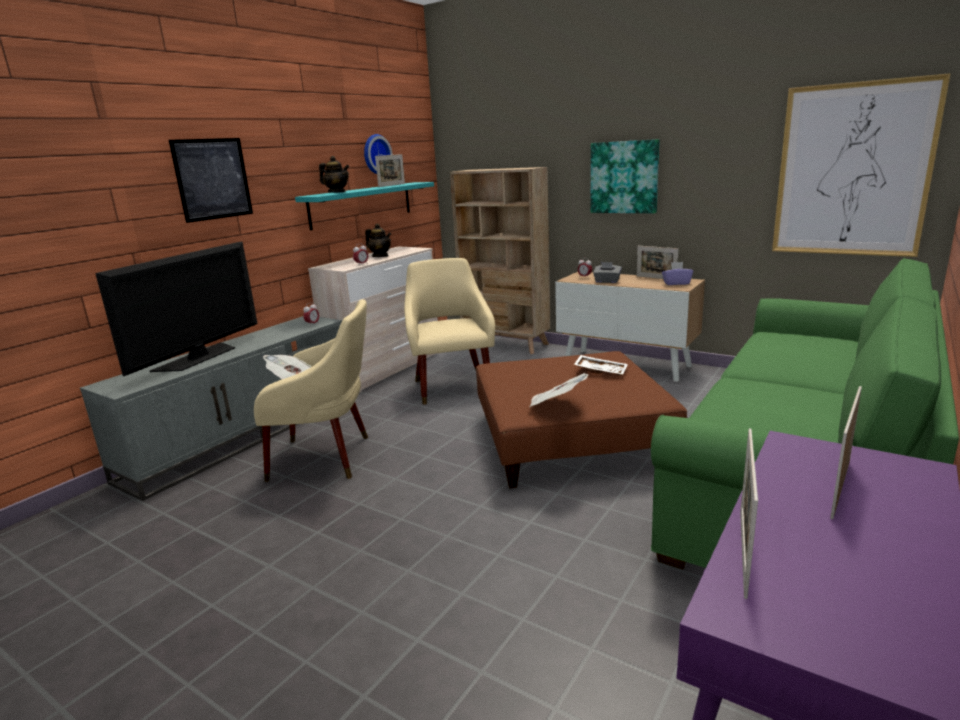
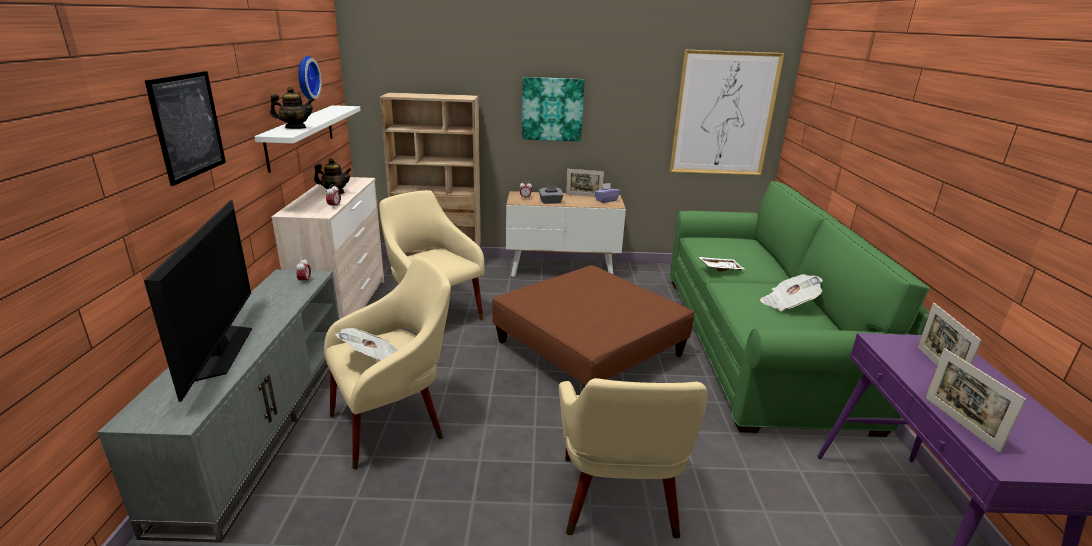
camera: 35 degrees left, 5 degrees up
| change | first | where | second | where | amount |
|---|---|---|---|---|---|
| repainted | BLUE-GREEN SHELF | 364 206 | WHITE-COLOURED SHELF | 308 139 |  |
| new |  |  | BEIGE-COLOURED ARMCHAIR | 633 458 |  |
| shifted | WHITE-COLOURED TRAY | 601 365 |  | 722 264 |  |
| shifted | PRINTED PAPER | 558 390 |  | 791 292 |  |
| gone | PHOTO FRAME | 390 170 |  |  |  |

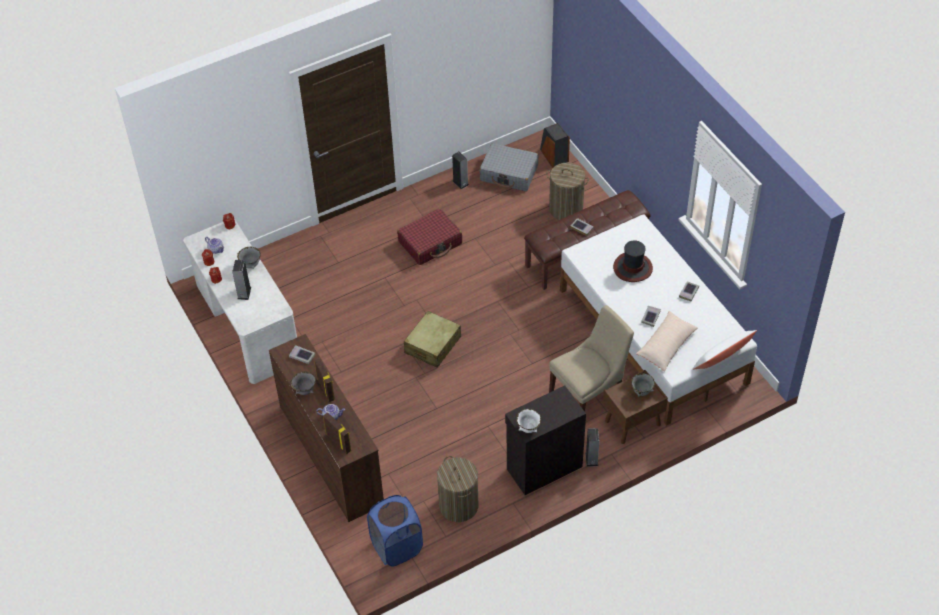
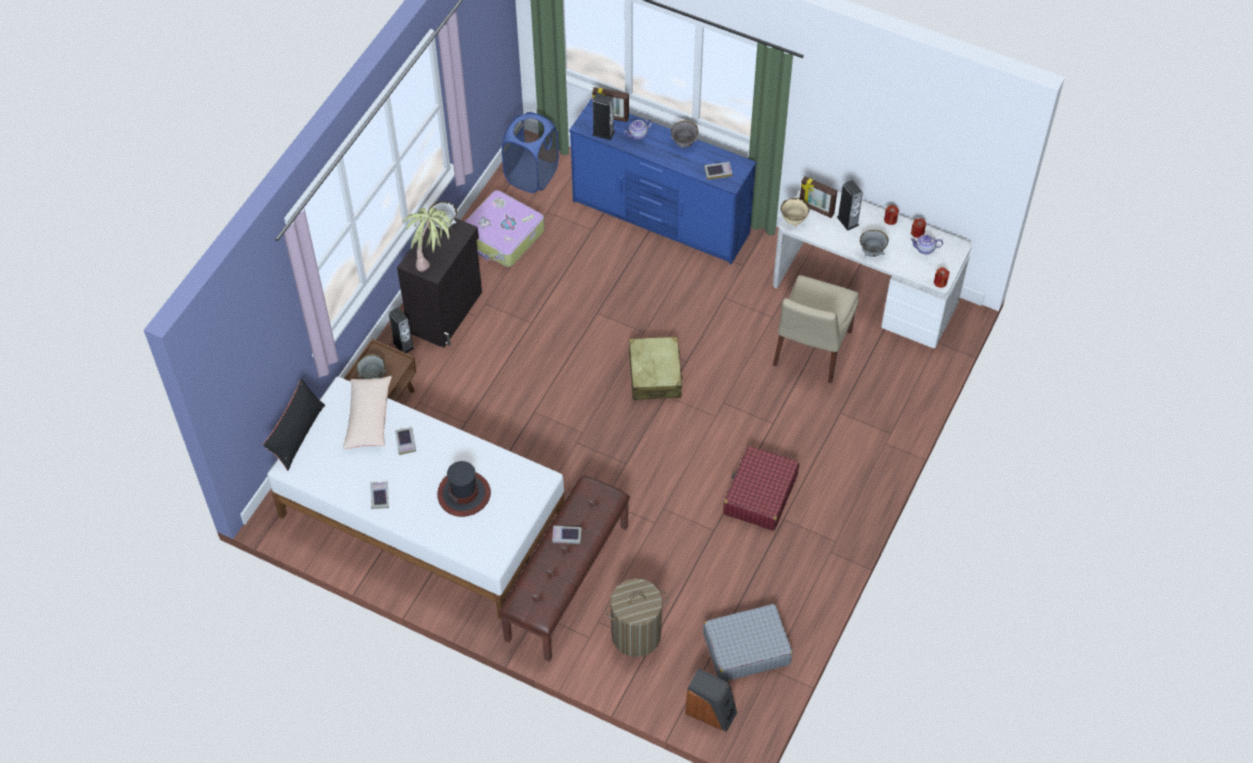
camera: 145 degrees right, 5 degrees up
| change | first | where | second | where | amount |
|---|---|---|---|---|---|
| repainted | WHITE-COLOURED PILLOW | 724 350 | BLACK-COLOURED PILLOW | 294 425 |  |
| new |  |  | POTTED PLANT | 428 239 |  |
| swapped | LAUNDRY BASKET | 457 489 | TRAVEL CASE | 505 228 |  |
| repainted | BROWNISH DRESSER | 326 428 | BLUE DRESSER | 662 181 |  |
| shifted | SPEAKER | 460 170 |  | 603 116 |  |
| shifted | BEIGE-COLOURED PLAIN CHAIR | 591 358 |  | 815 329 |  |
| new |  |  | BEIGE-COLOURED BOWL | 794 212 |  |
| shifted | PHOTO FRAME | 324 380 |  | 818 197 |  |

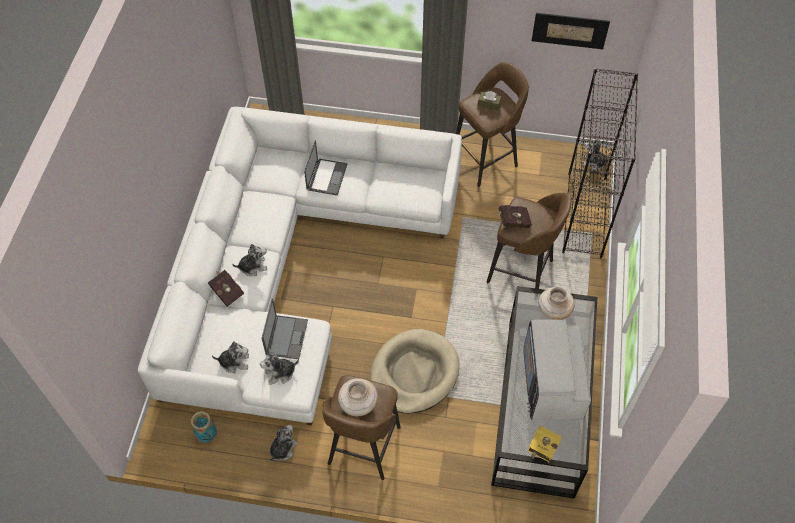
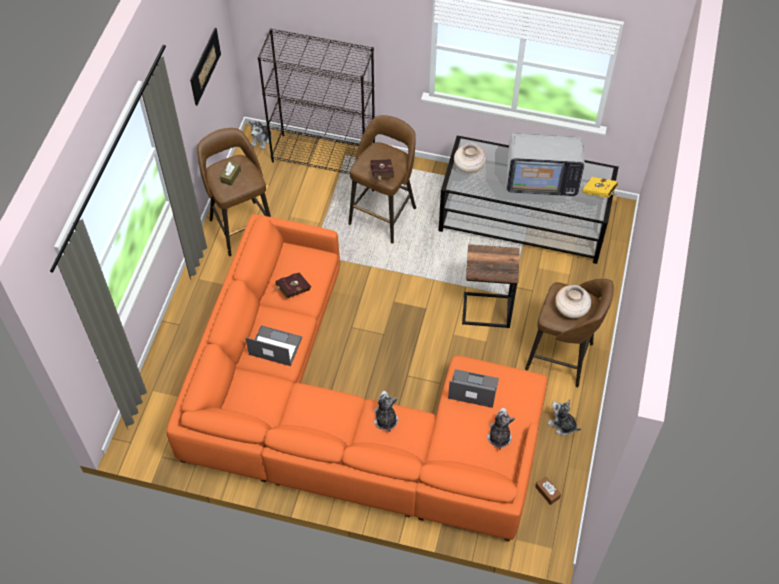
camera: 85 degrees left, 0 degrees up
| change | first | where | second | where | amount |
|---|---|---|---|---|---|
| repainted | WHITE-COLOURED COUCH | 300 266 | ORANGE COUCH | 357 377 |  |
| shifted | RED-COLOURED BOUND BOOK | 226 288 |  | 293 285 |  |
| swapped | BEIGE-COLOURED DOG BED | 414 371 | END TABLE | 491 286 |  |
| swapped | DECORATIVE VASE | 204 427 | BROWNISH TISSUE HOLDER | 548 491 |  |
| gone | CUDDLY TOY | 279 367 |  |  |  |

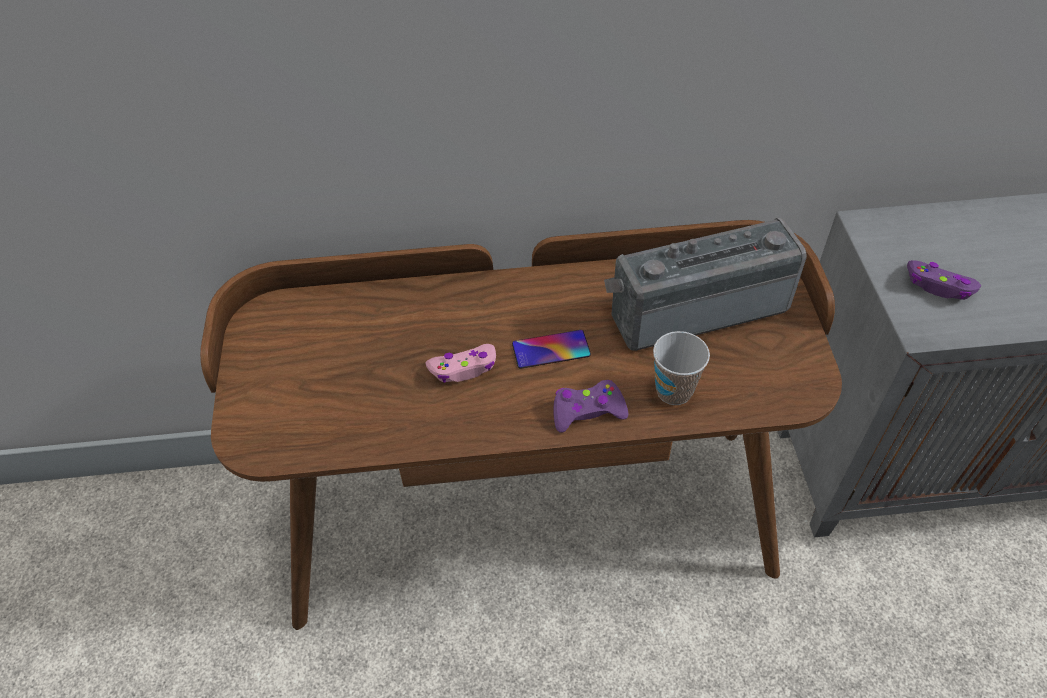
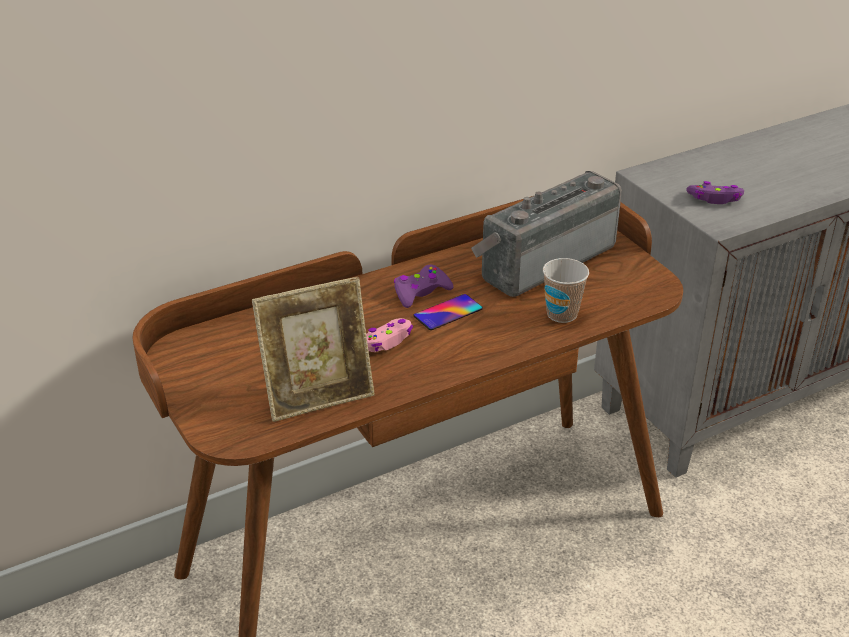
camera: 25 degrees left, 15 degrees down
| change | first | where | second | where | amount |
|---|---|---|---|---|---|
| new |  |  | PHOTO FRAME | 313 349 |  |
| shifted | PURPLE-COLOURED JOYPAD | 590 406 |  | 424 286 |  |

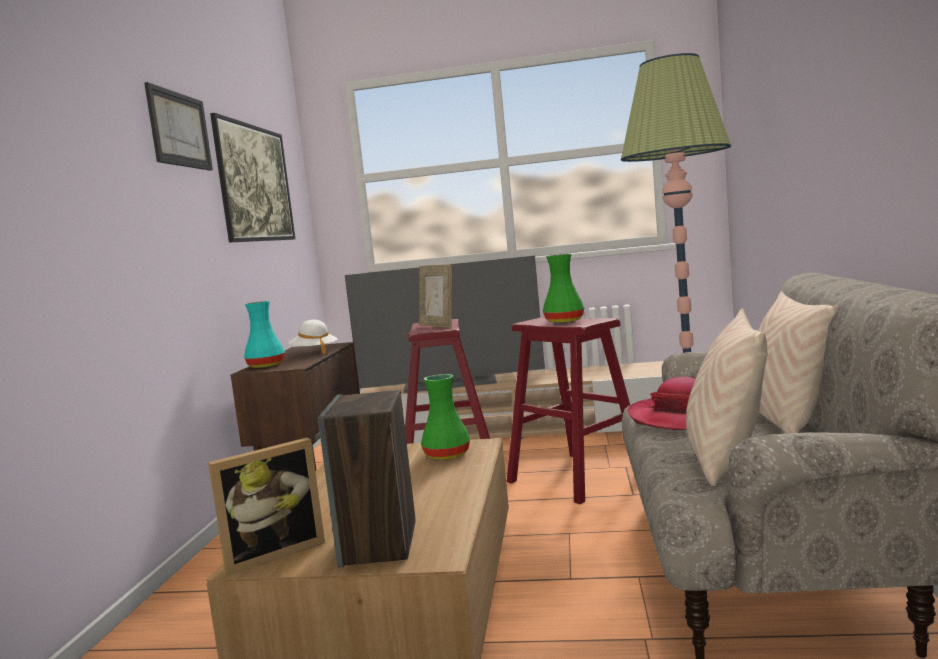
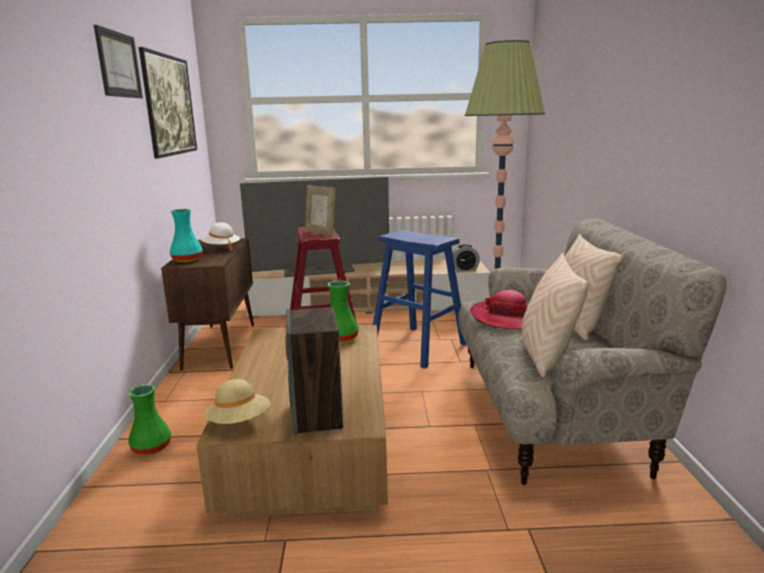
camera: 10 degrees left, 10 degrees up
| change | first | where | second | where | amount |
|---|---|---|---|---|---|
| shifted | GREEN-COLOURED DECORATIVE VASE | 563 288 |  | 149 419 |  |
| swapped | PHOTO FRAME | 266 506 | BEIGE-COLOURED WEARABLE HAT | 237 401 |  |
| repainted | RED-COLOURED STOOL | 568 410 | BLUE STOOL | 419 299 |  |
| new |  |  | BEDSIDE CLOCK | 466 257 |  |

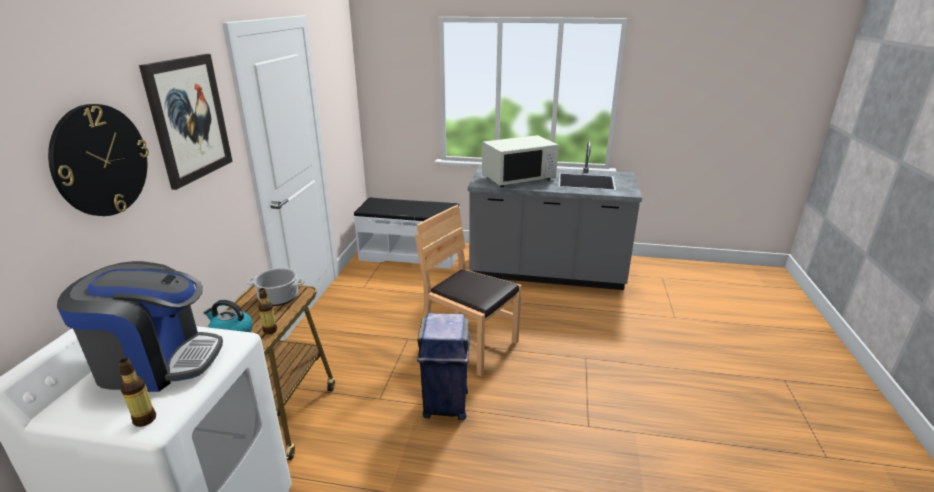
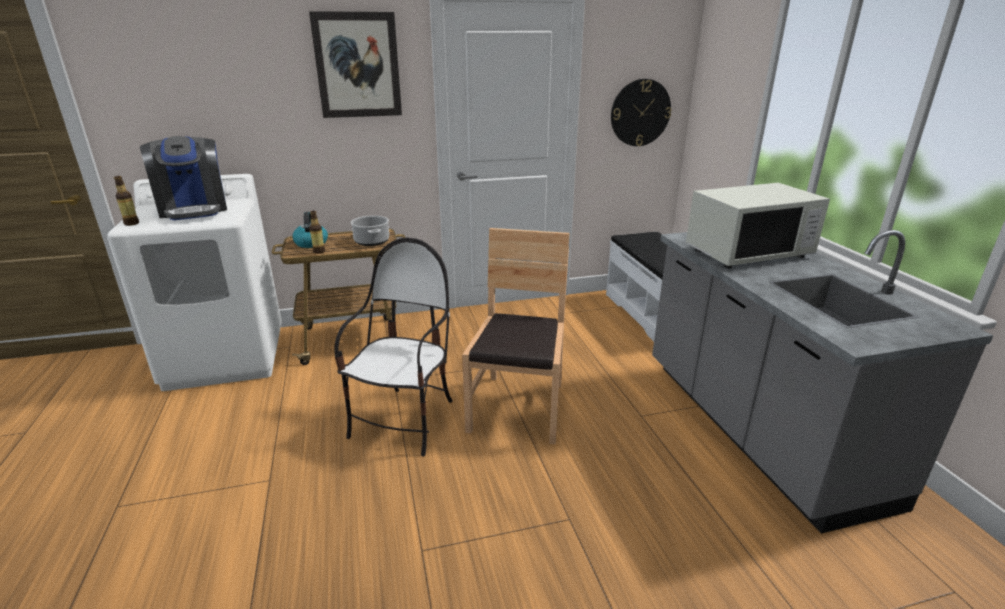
camera: 65 degrees right, 0 degrees up
| change | first | where | second | where | amount |
|---|---|---|---|---|---|
| swapped | BLUE TRASH CAN | 443 366 | PLAIN CHAIR | 393 347 |  |
| shifted | HANGING CLOCK | 98 160 |  | 641 112 |  |
| rotated | WHITE-COLOURED KITCHEN MICROWAVE | 520 161 |  | 758 225 | 60 degrees counterclockwise |

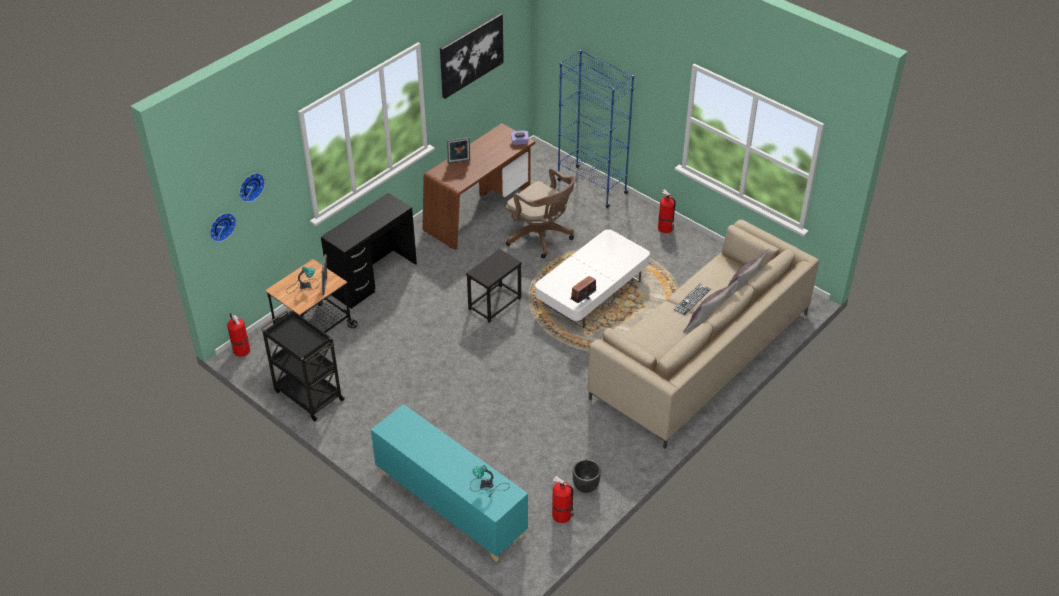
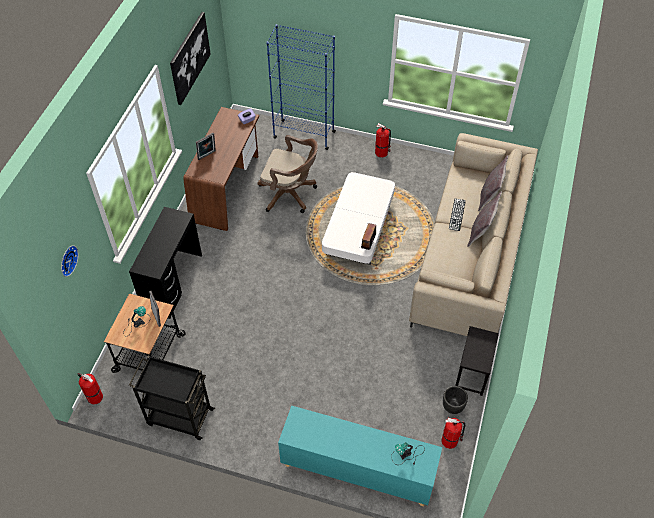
camera: 25 degrees left, 10 degrees up
| change | first | where | second | where | amount |
|---|---|---|---|---|---|
| shifted | BLACK-COLOURED END TABLE | 494 286 |  | 477 361 |  |
| gone | HANGING CLOCK | 223 227 |  |  |  |

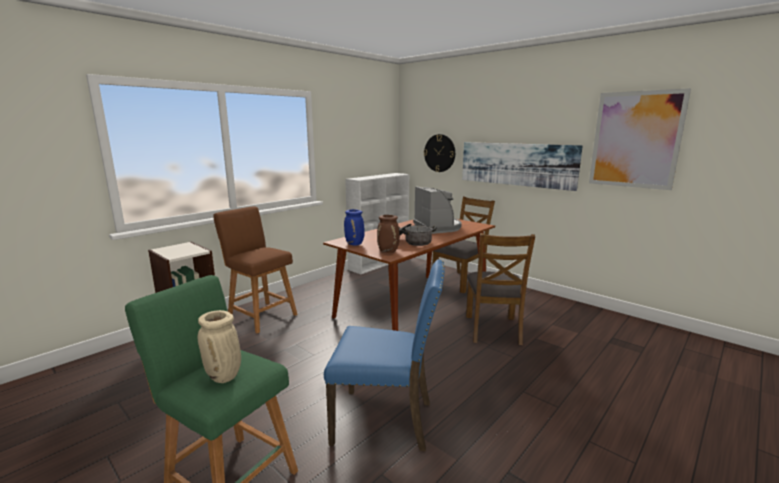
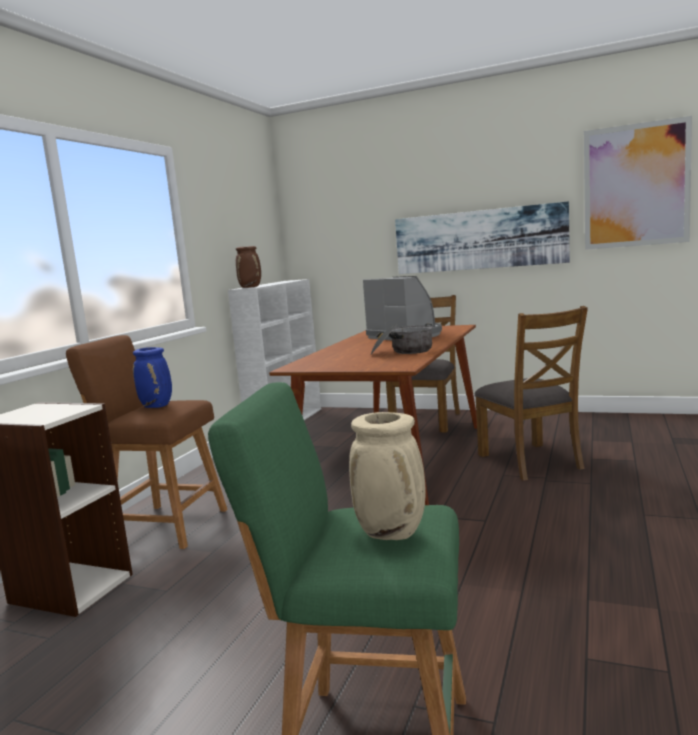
camera: 20 degrees left, 5 degrees down
| change | first | where | second | where | amount |
|---|---|---|---|---|---|
| shifted | BLUE DECORATIVE VASE | 354 227 |  | 152 377 |  |
| shifted | BROWNISH DECORATIVE VASE | 388 234 |  | 248 267 |  |
| gone | BLUE PLAIN CHAIR | 384 355 |  |  |  |
| gone | HANGING CLOCK | 439 153 |  |  |  |

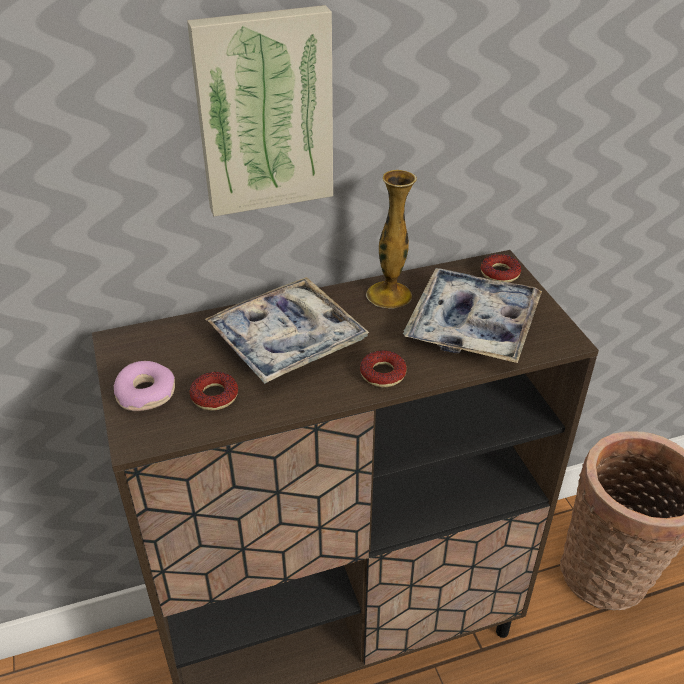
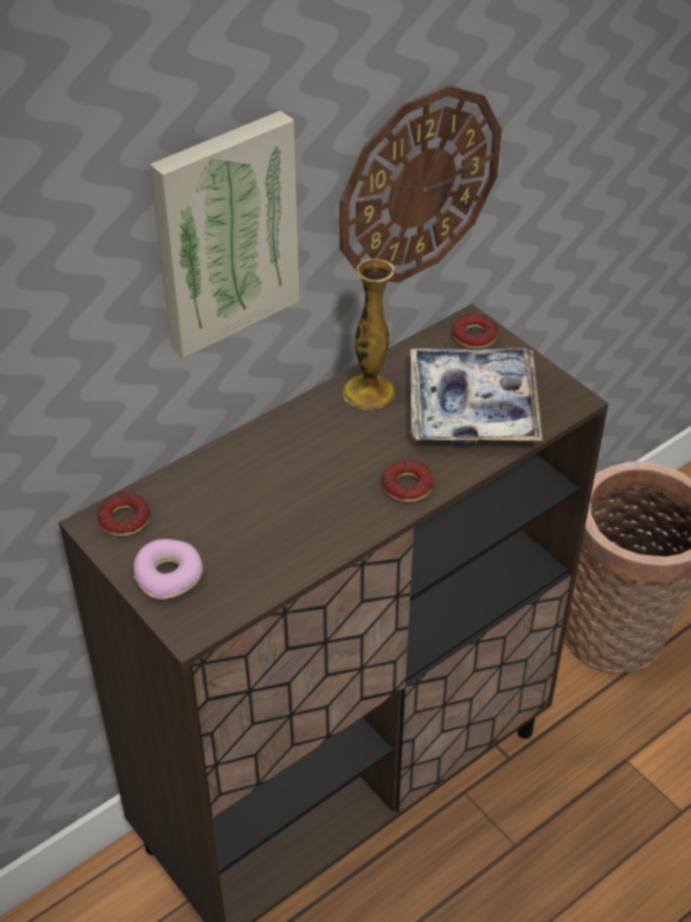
camera: 20 degrees left, 5 degrees up
| change | first | where | second | where | amount |
|---|---|---|---|---|---|
| shifted | DOUGHNUT | 214 391 |  | 123 514 |  |
| new |  |  | HANGING CLOCK | 421 184 |  |
| gone | TRAY | 287 330 |  |  |  |

